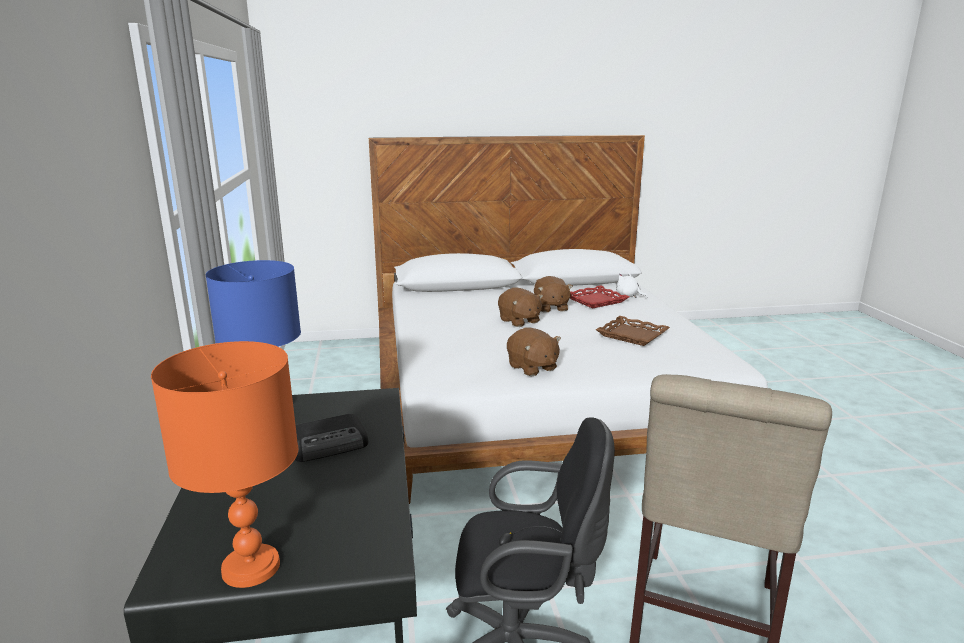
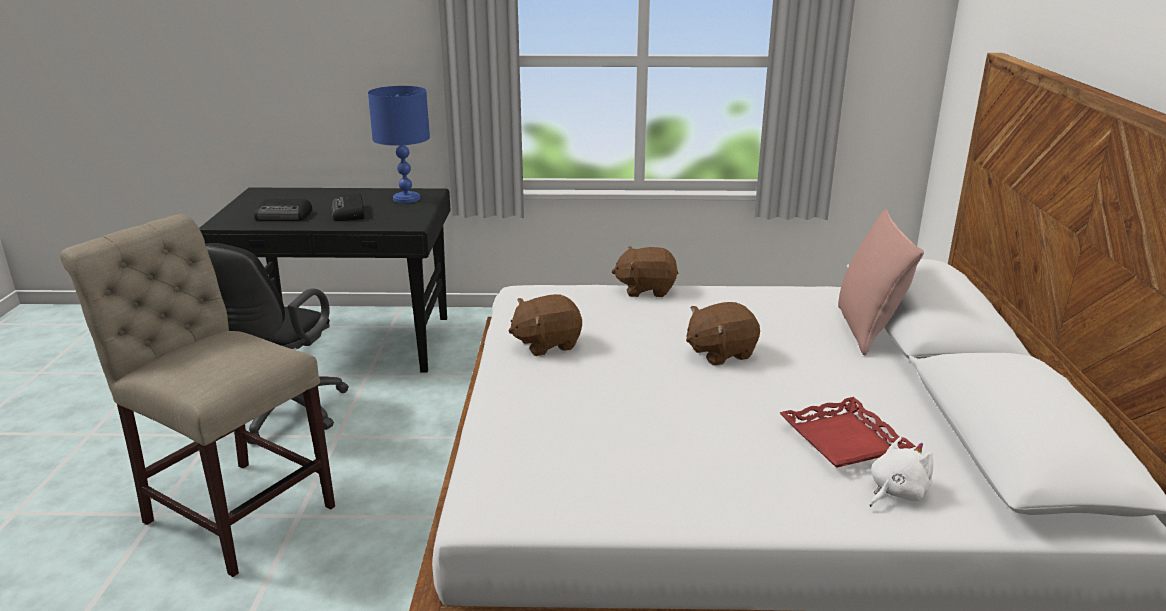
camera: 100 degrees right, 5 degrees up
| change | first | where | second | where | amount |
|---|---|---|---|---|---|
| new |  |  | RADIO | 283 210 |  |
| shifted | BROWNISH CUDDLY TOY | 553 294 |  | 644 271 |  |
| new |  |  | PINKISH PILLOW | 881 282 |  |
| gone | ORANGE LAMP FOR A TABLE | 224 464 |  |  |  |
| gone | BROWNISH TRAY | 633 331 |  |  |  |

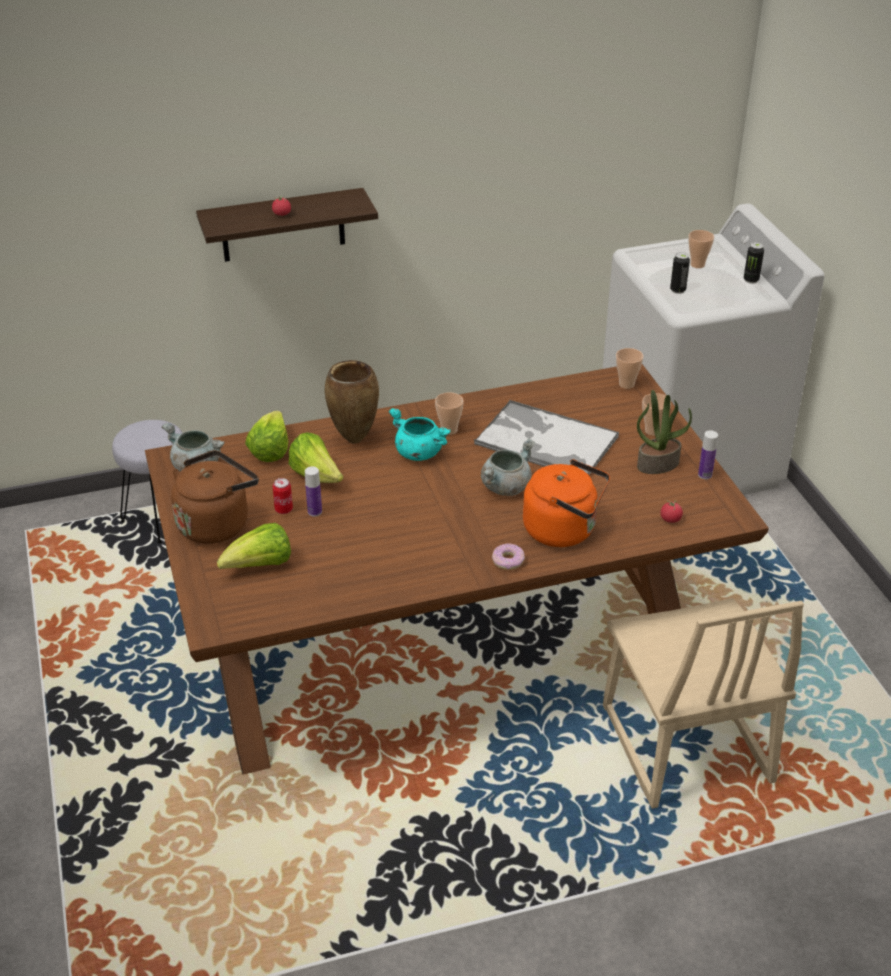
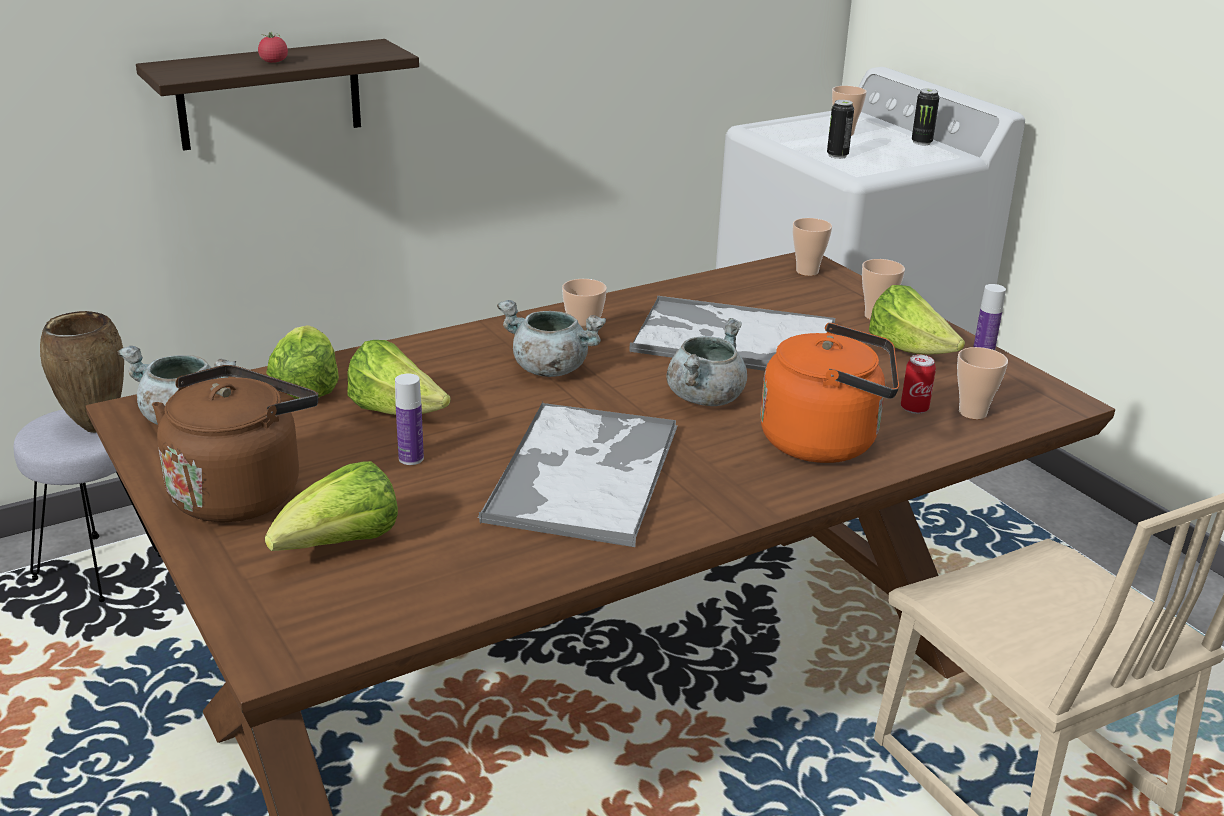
camera: 15 degrees left, 10 degrees down
| change | first | where | second | where | amount |
|---|---|---|---|---|---|
| shifted | BROWNISH DECORATIVE VASE | 352 402 |  | 82 372 |  |
| new |  |  | TRAY | 578 474 |  |
| repainted | BLUE-GREEN STOCKPOT | 419 434 | GRAY STOCKPOT | 551 338 |  |
| swapped | POTTED PLANT | 664 432 | LETTUCE HEAD | 917 320 |  |
| shifted | CAN | 283 496 |  | 918 384 |  |
| swapped | WHOLE TOMATO | 672 511 | DRINKING CUP | 982 383 |  |
| gone | DOUGHNUT | 508 556 |  |  |  |

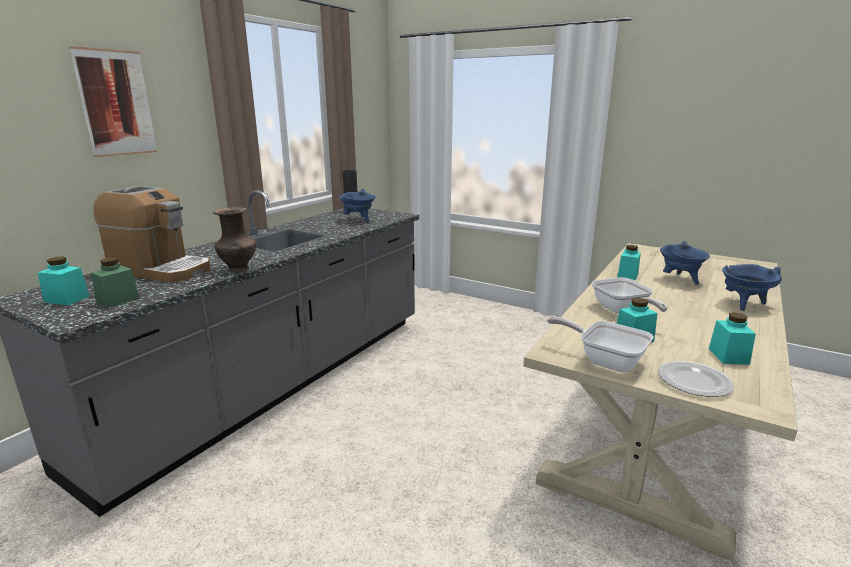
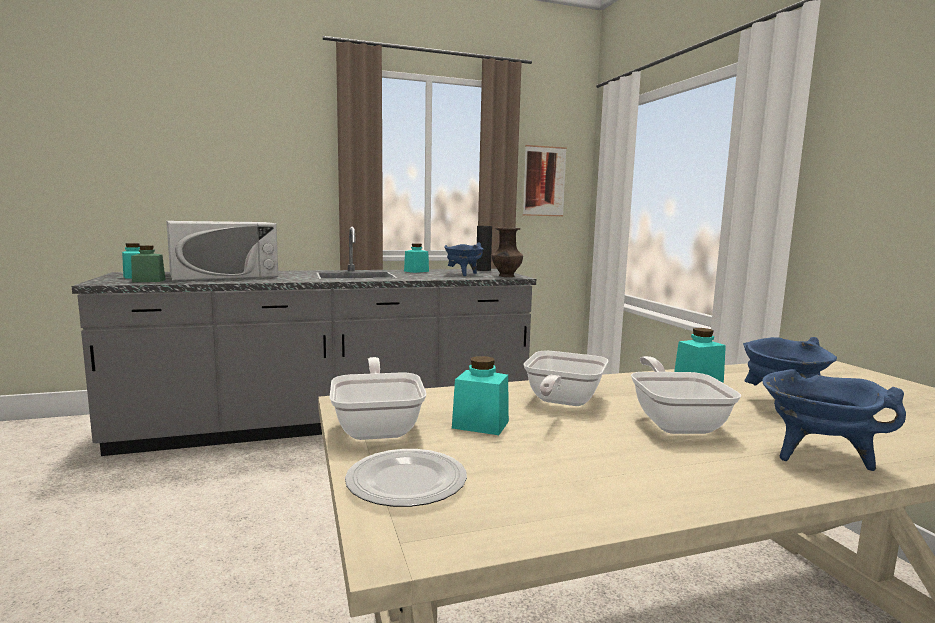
camera: 40 degrees right, 10 degrees down
| change | first | where | second | where | amount |
|---|---|---|---|---|---|
| swapped | COFFEE MAKER | 152 234 | WHITE-COLOURED KITCHEN MICROWAVE | 222 251 |  |
| shifted | BLUE-GREEN STORAGE JAR | 732 338 |  | 416 258 |  |
| shifted | BROWNISH DECORATIVE VASE | 234 239 |  | 507 252 |  |
| shifted | PICTURE | 113 101 |  | 545 180 |  |
| new |  |  | PAN | 686 395 |  |

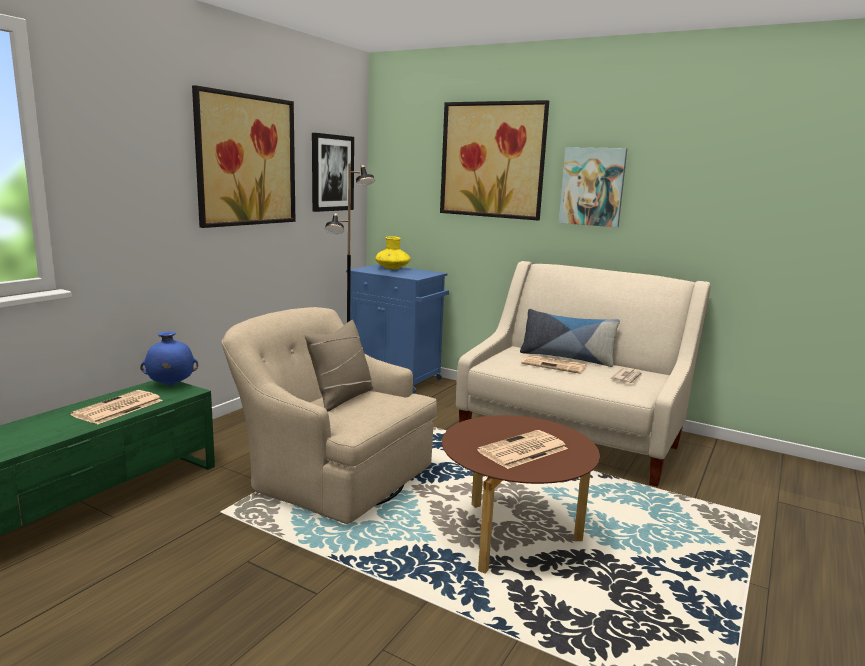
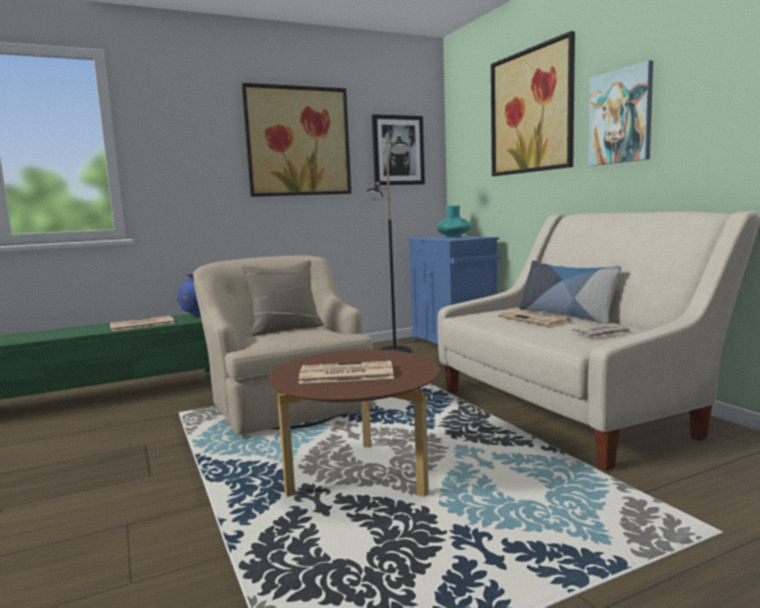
camera: 35 degrees right, 5 degrees down
| change | first | where | second | where | amount |
|---|---|---|---|---|---|
| repainted | YELLOWISH DECORATIVE VASE | 392 252 | BLUE-GREEN DECORATIVE VASE | 453 221 |  |

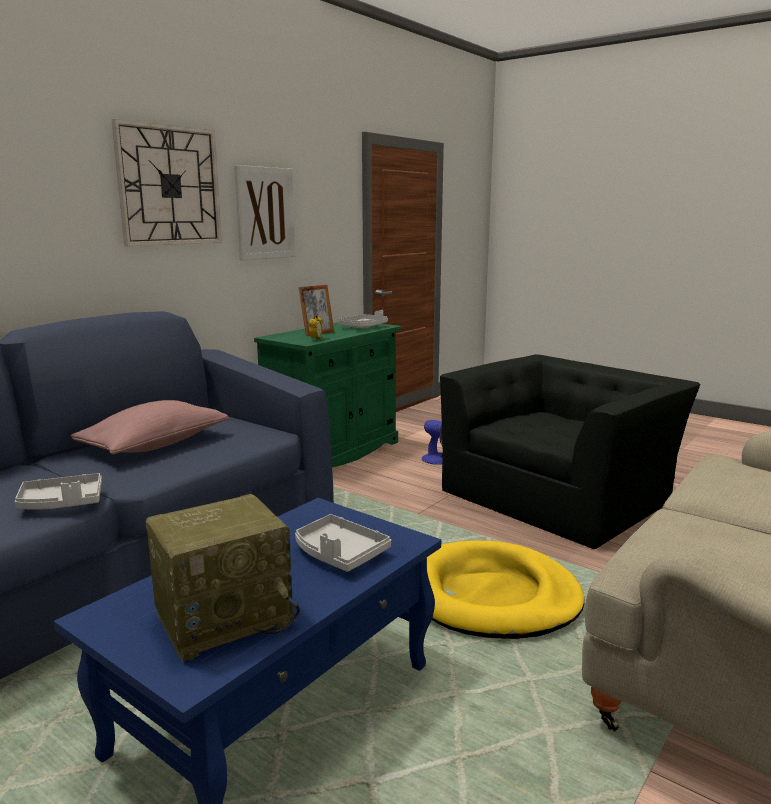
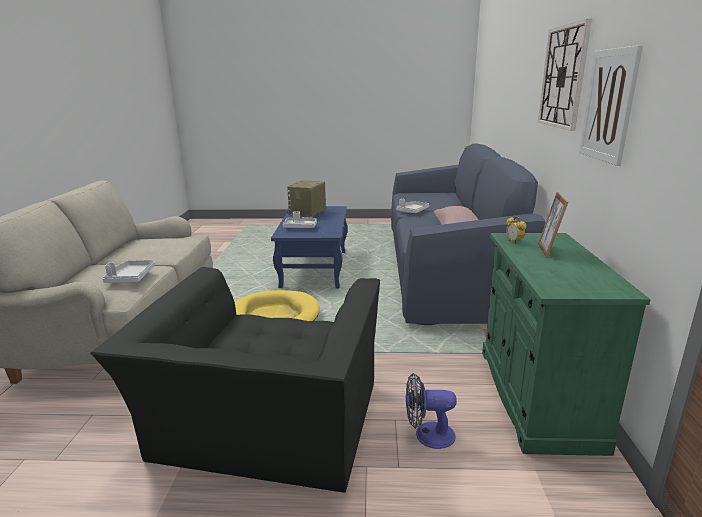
camera: 145 degrees right, 5 degrees up
| change | first | where | second | where | amount |
|---|---|---|---|---|---|
| shifted | GRAY TRAY | 363 319 |  | 129 271 |  |

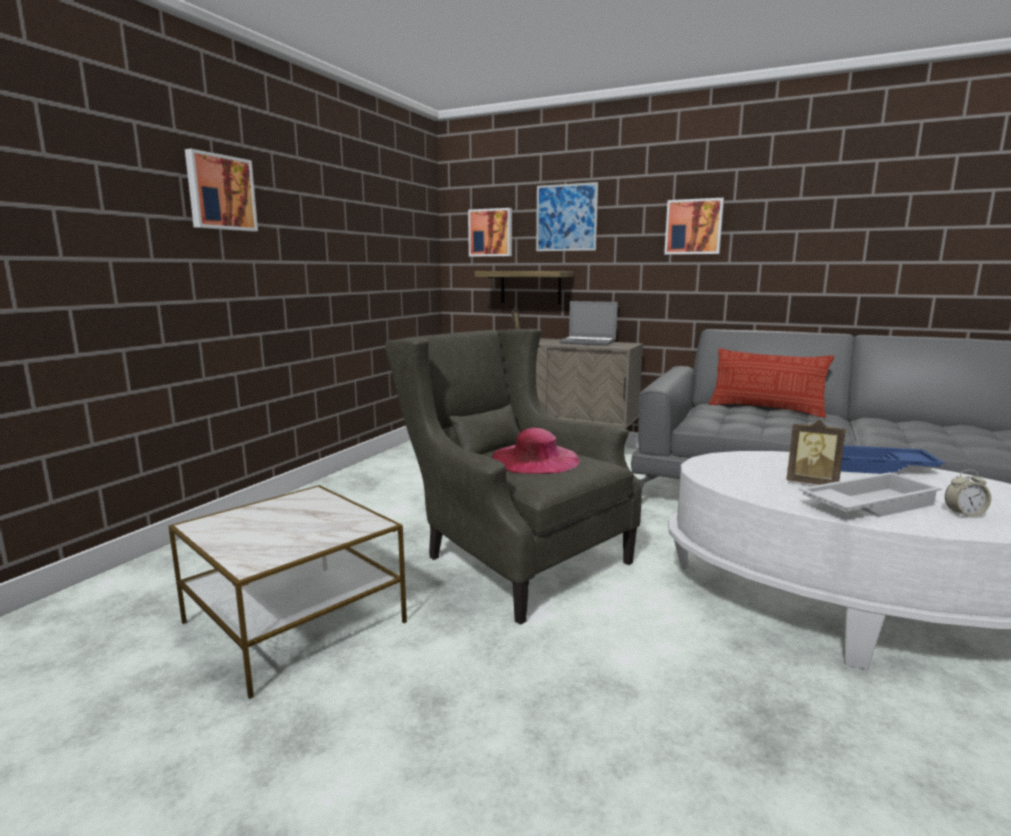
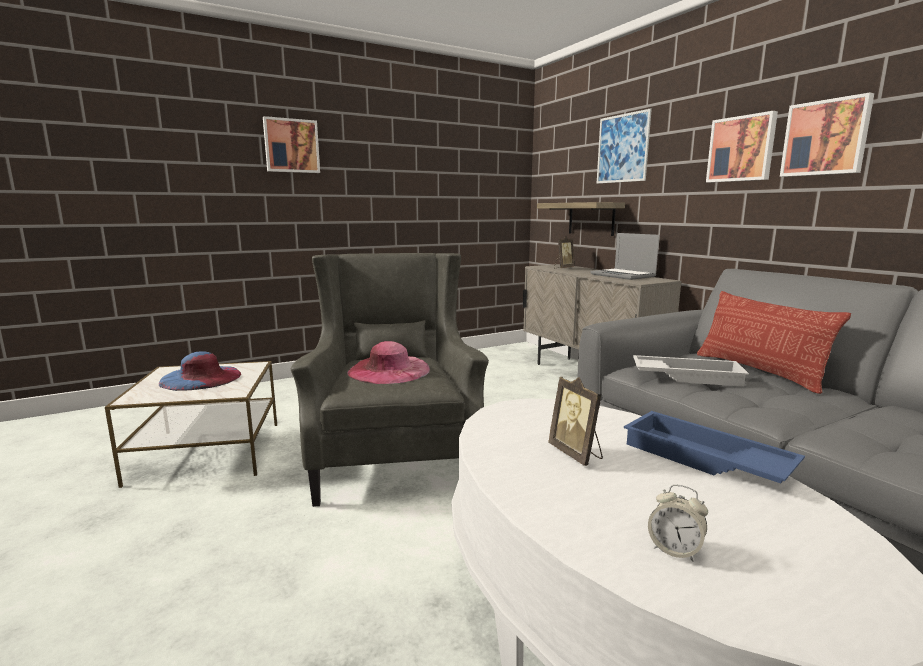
camera: 35 degrees right, 0 degrees up
| change | first | where | second | where | amount |
|---|---|---|---|---|---|
| new |  |  | BLUE WEARABLE HAT | 200 371 |  |
| shifted | WHITE-COLOURED TRAY | 870 494 |  | 691 371 |  |
| shifted | PICTURE | 490 232 |  | 827 134 |  |

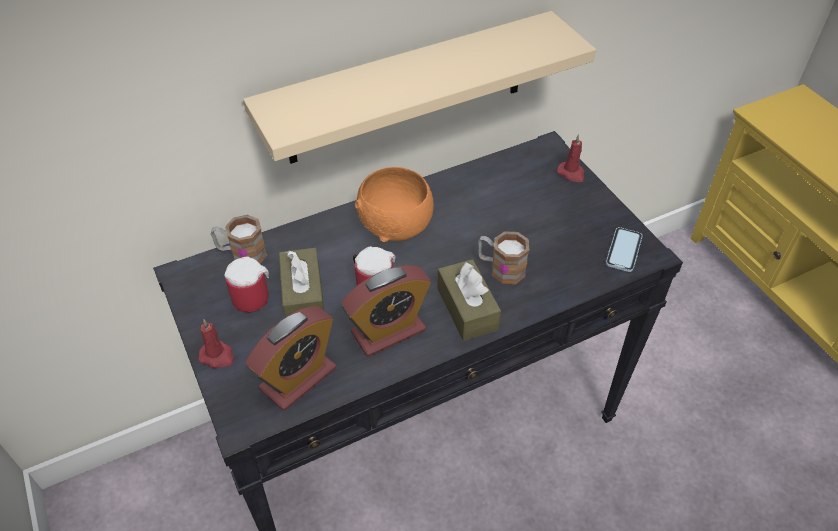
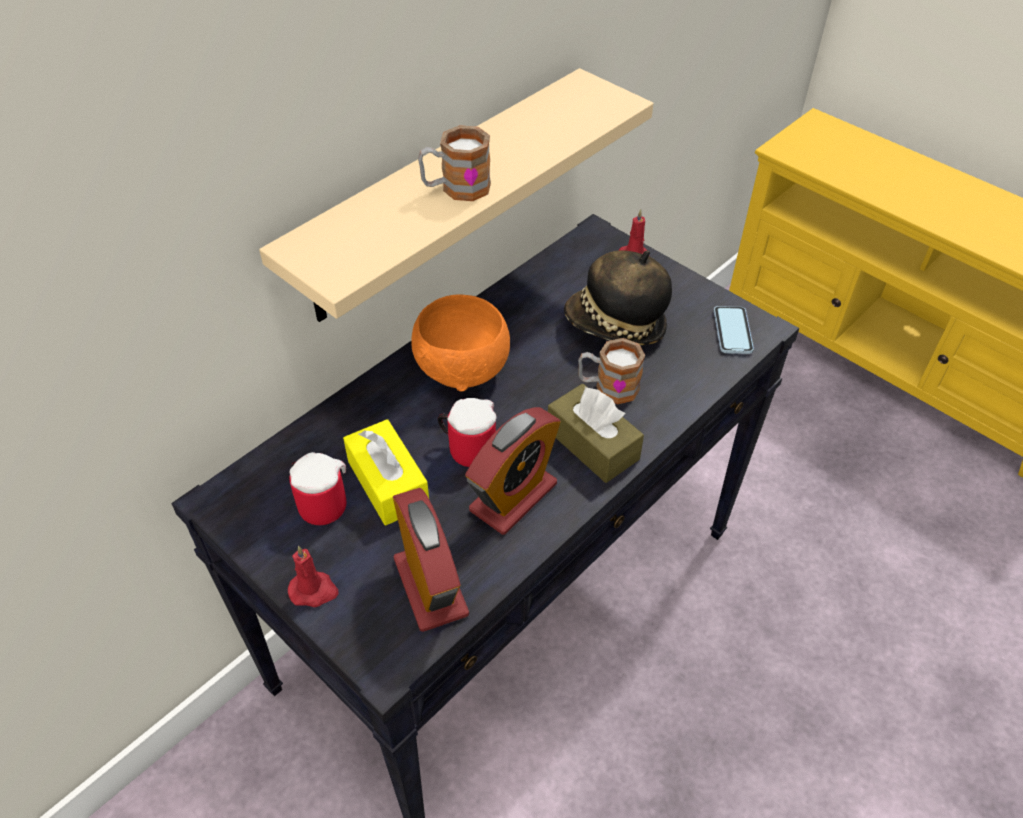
camera: 20 degrees left, 0 degrees up
| change | first | where | second | where | amount |
|---|---|---|---|---|---|
| repainted | BROWNISH TISSUE HOLDER | 301 282 | YELLOWISH TISSUE HOLDER | 386 472 |  |
| rotated | BEDSIDE CLOCK | 290 358 |  | 431 560 | 45 degrees counterclockwise |
| shifted | TEA MUG | 239 239 |  | 454 163 |  |
| new |  |  | WEARABLE HAT | 618 297 |  |

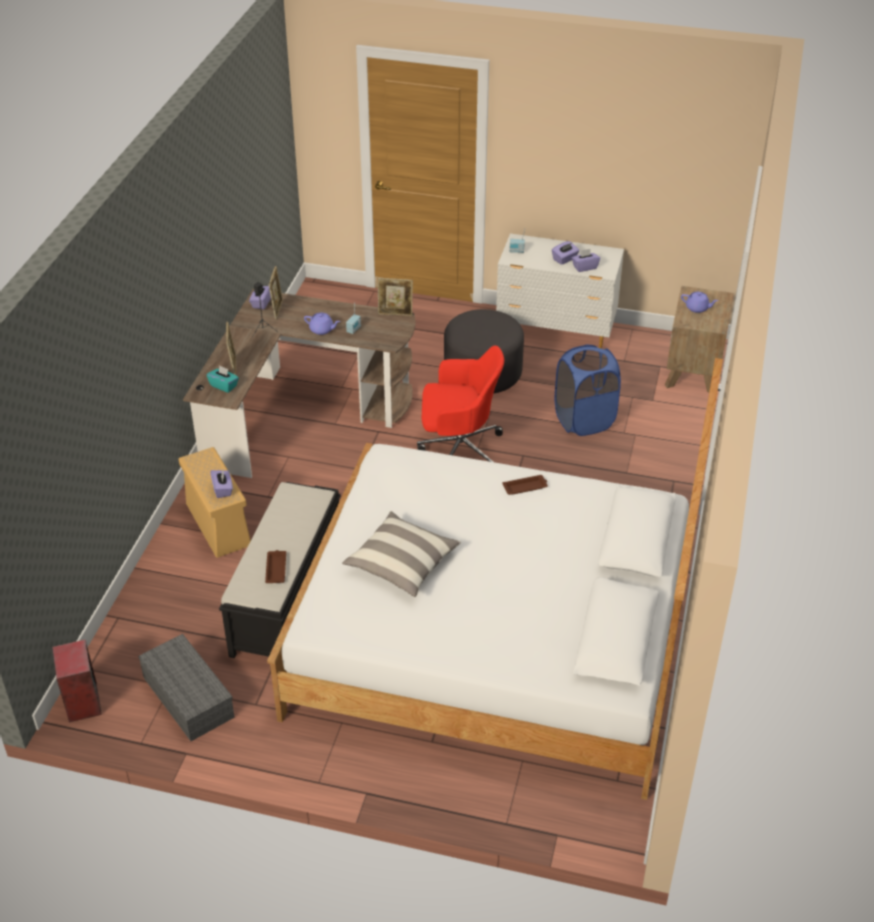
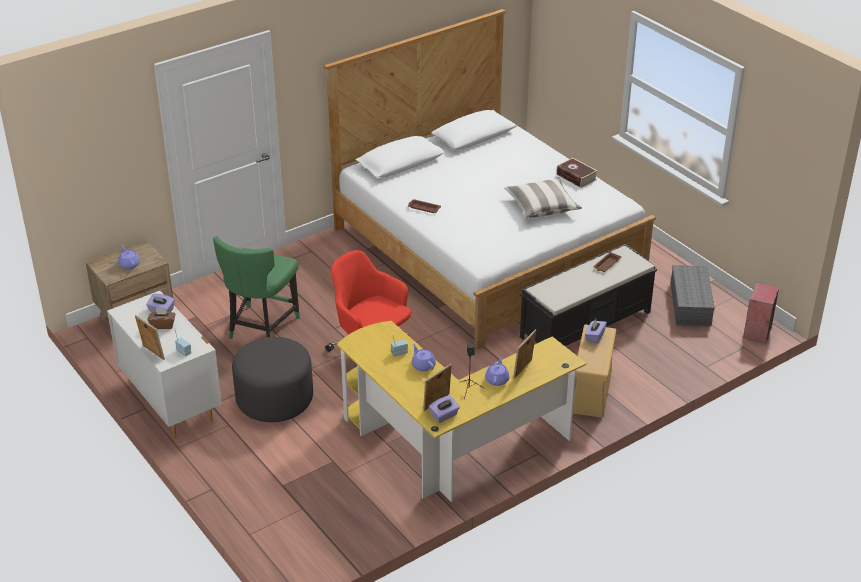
camera: 140 degrees left, 5 degrees down
| change | first | where | second | where | amount |
|---|---|---|---|---|---|
| shifted | PHOTO FRAME | 395 297 |  | 150 337 |  |
| repainted | PURPLE-COLOURED TISSUE HOLDER | 565 253 | BROWNISH TISSUE HOLDER | 161 318 |  |
| swapped | BLUE LAUNDRY BASKET | 588 390 | GREEN-COLOURED PLAIN CHAIR | 256 287 |  |
| repainted | BROWNISH DESK TABLE | 299 383 | YELLOWISH DESK TABLE | 461 411 |  |
| new |  |  | PURPLE-COLOURED TEA POT | 497 371 |  |
| new |  |  | BOUND BOOK | 577 173 |  |
| gone | BLUE-GREEN TISSUE HOLDER | 222 379 |  |  |  |

